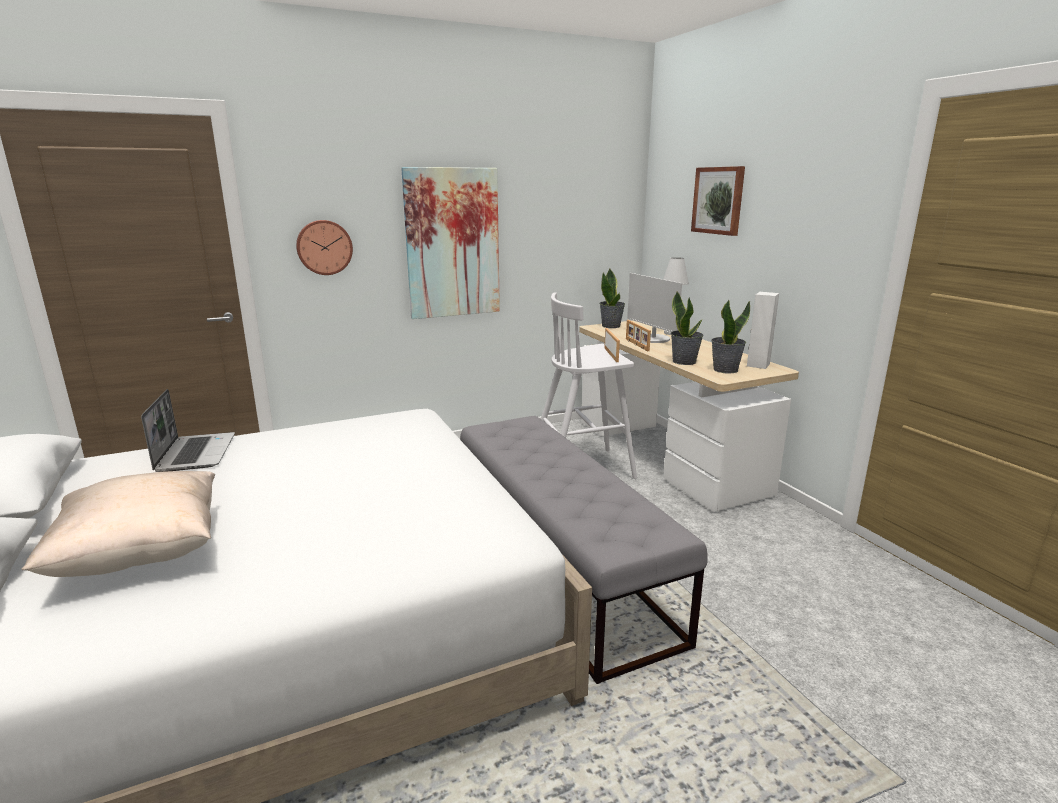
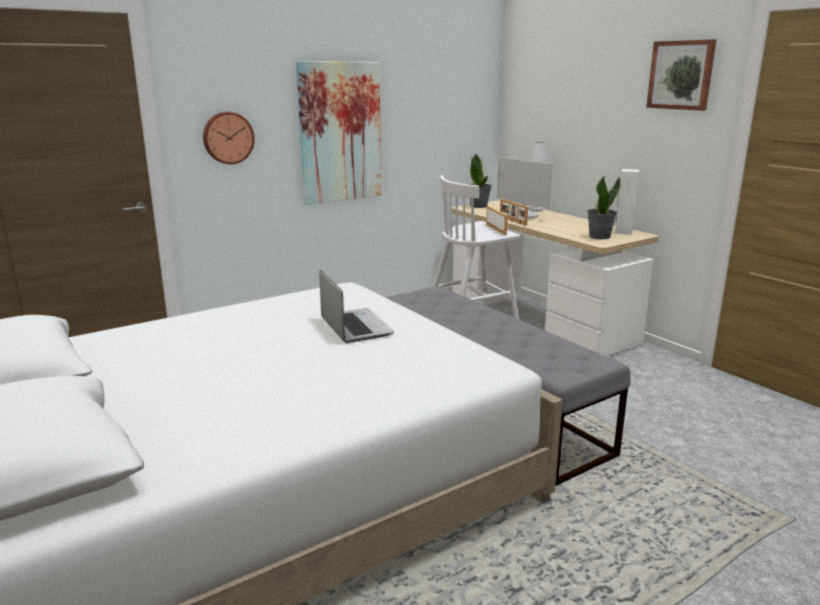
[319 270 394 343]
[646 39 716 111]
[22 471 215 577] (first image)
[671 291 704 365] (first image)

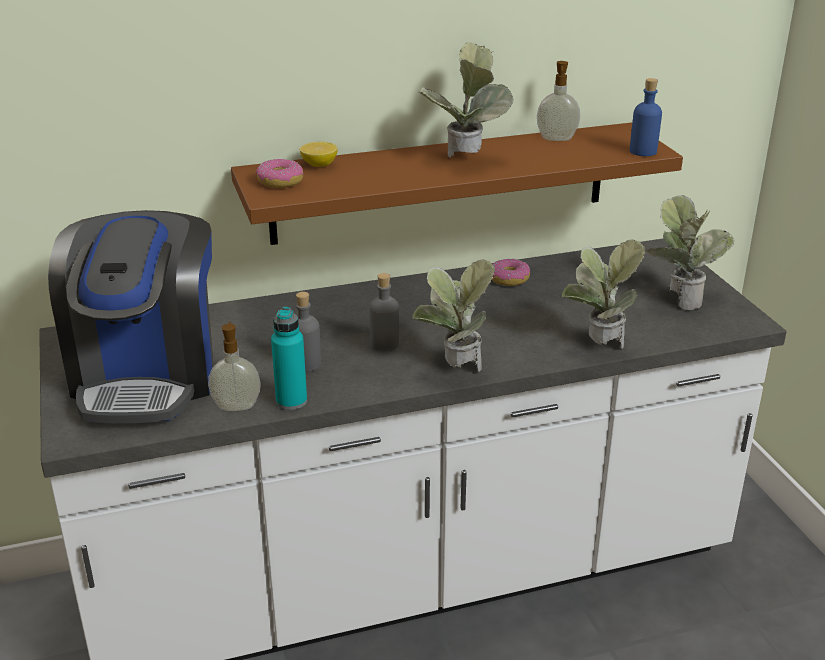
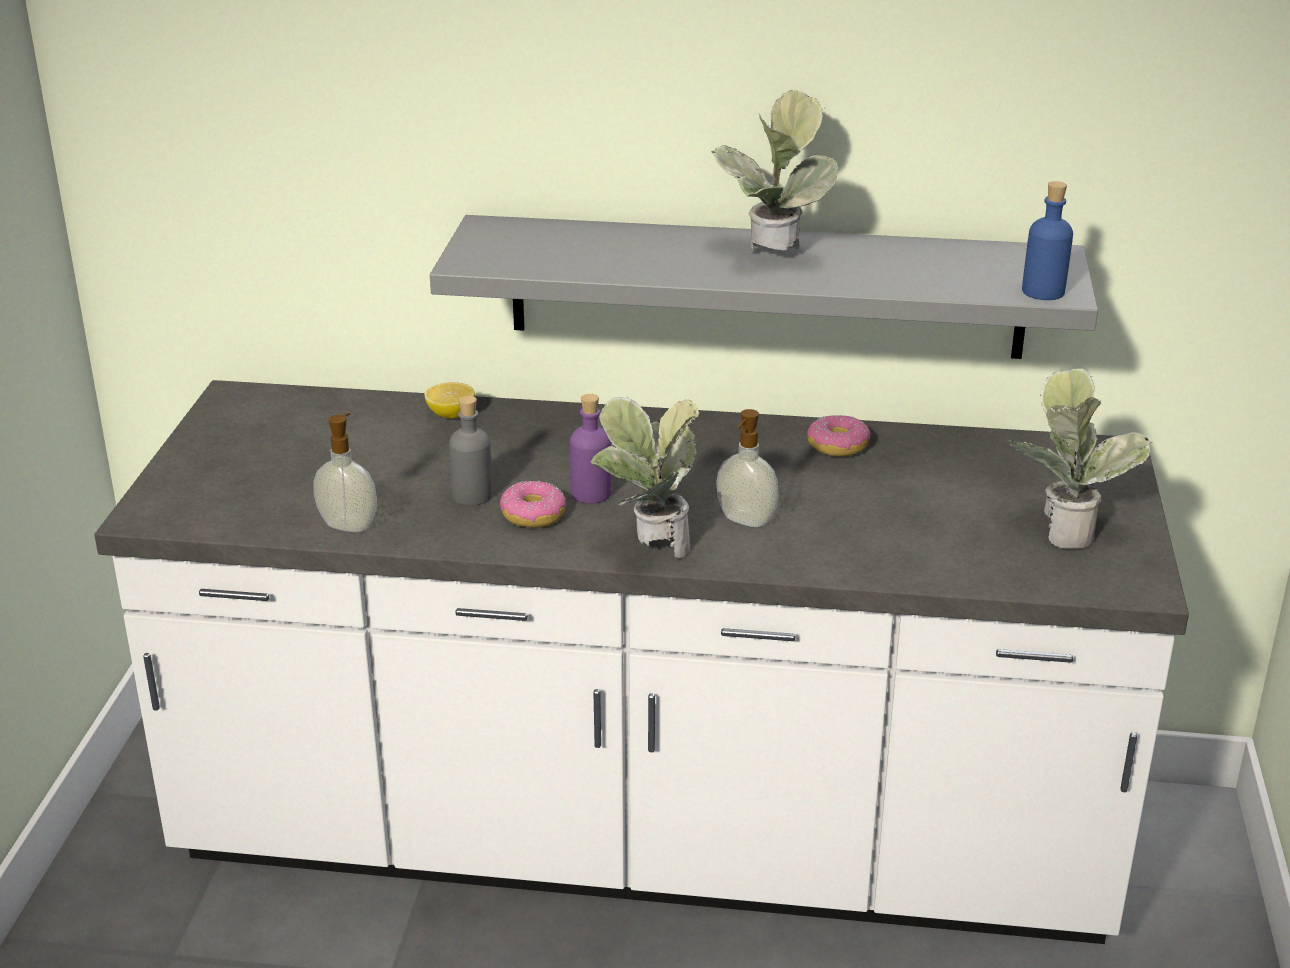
[424 382 475 418]
[430 215 1098 359]
[500 481 566 527]
[570 394 611 504]
[716 409 779 527]
[48 210 213 423] (first image)
[271 307 307 410] (first image)
[562 240 645 349] (first image)

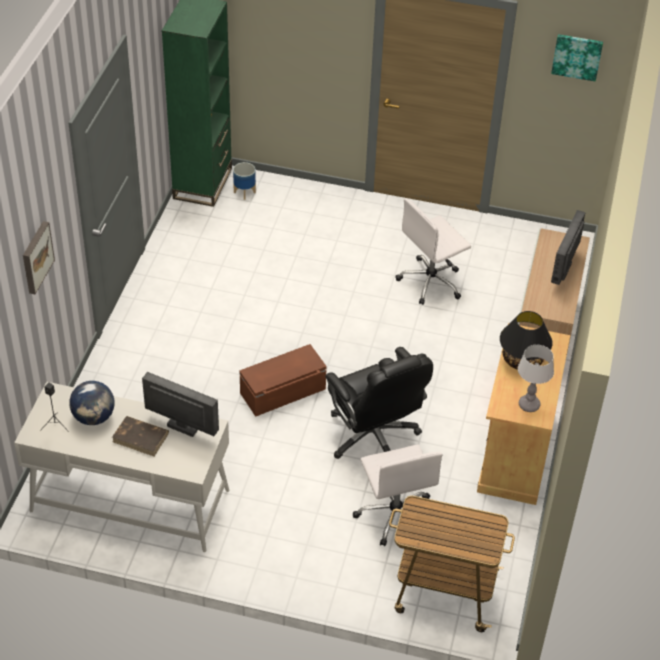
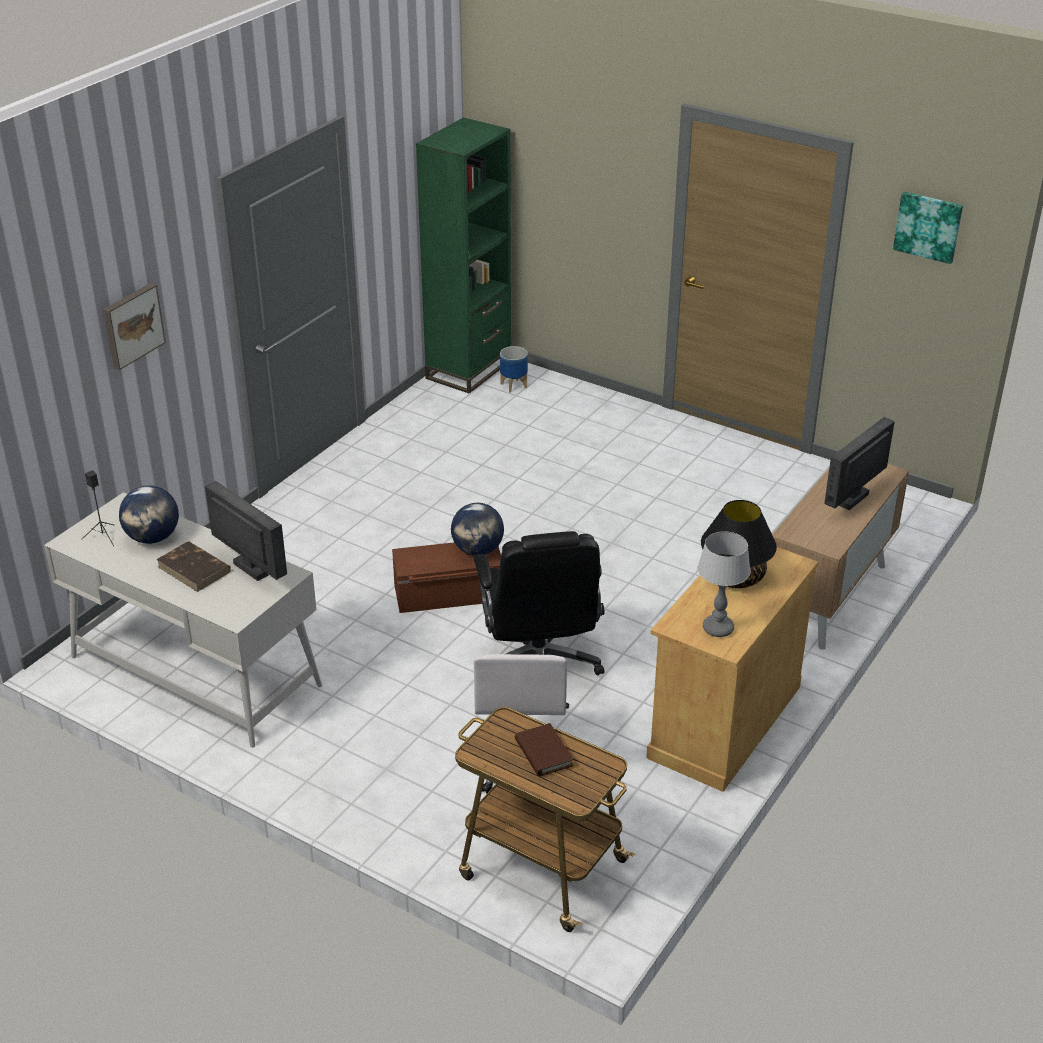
[451 503 504 556]
[515 723 573 777]
[395 199 471 305] (first image)

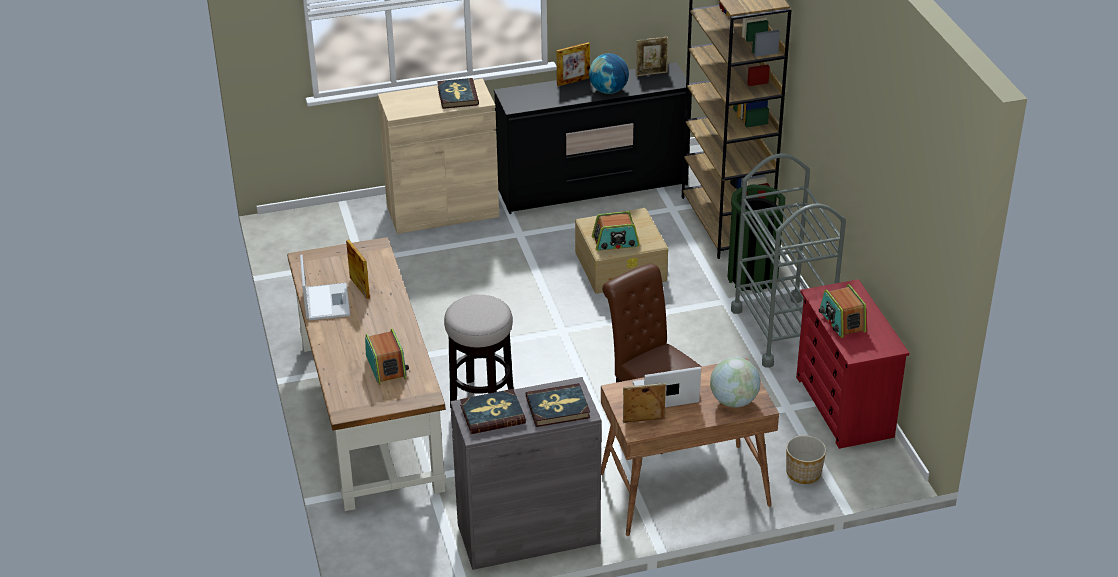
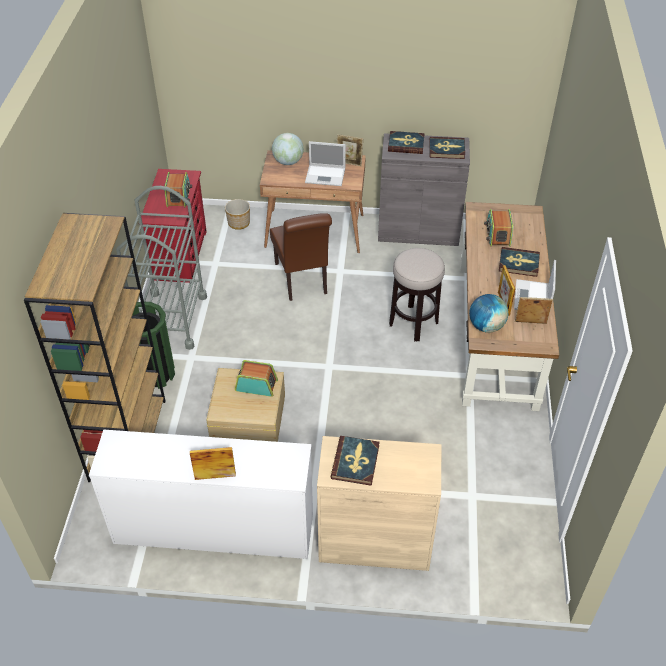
[89 429 313 559]
[469 294 508 333]
[499 247 540 277]
[515 297 553 324]

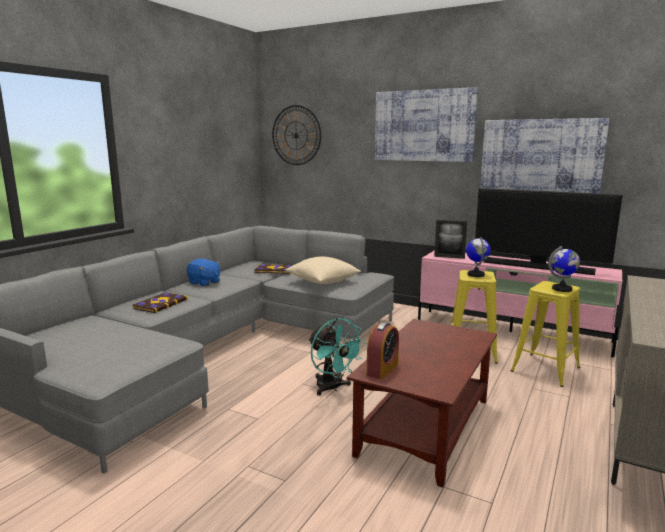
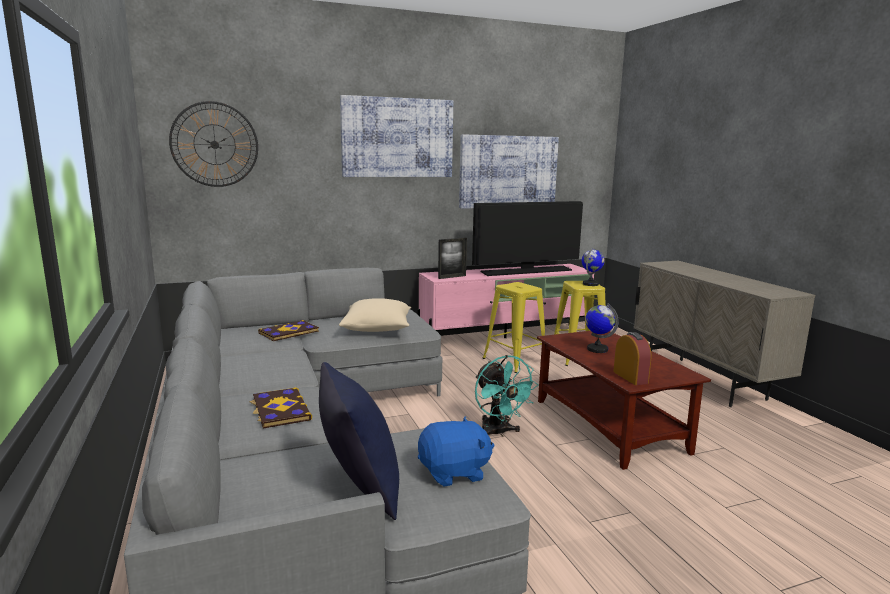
[319 362 399 520]
[418 417 494 487]
[475 355 539 436]
[585 303 619 353]

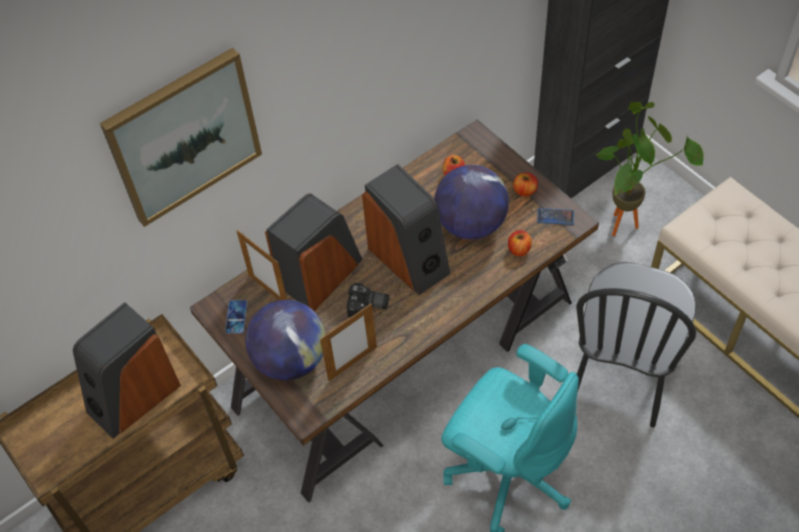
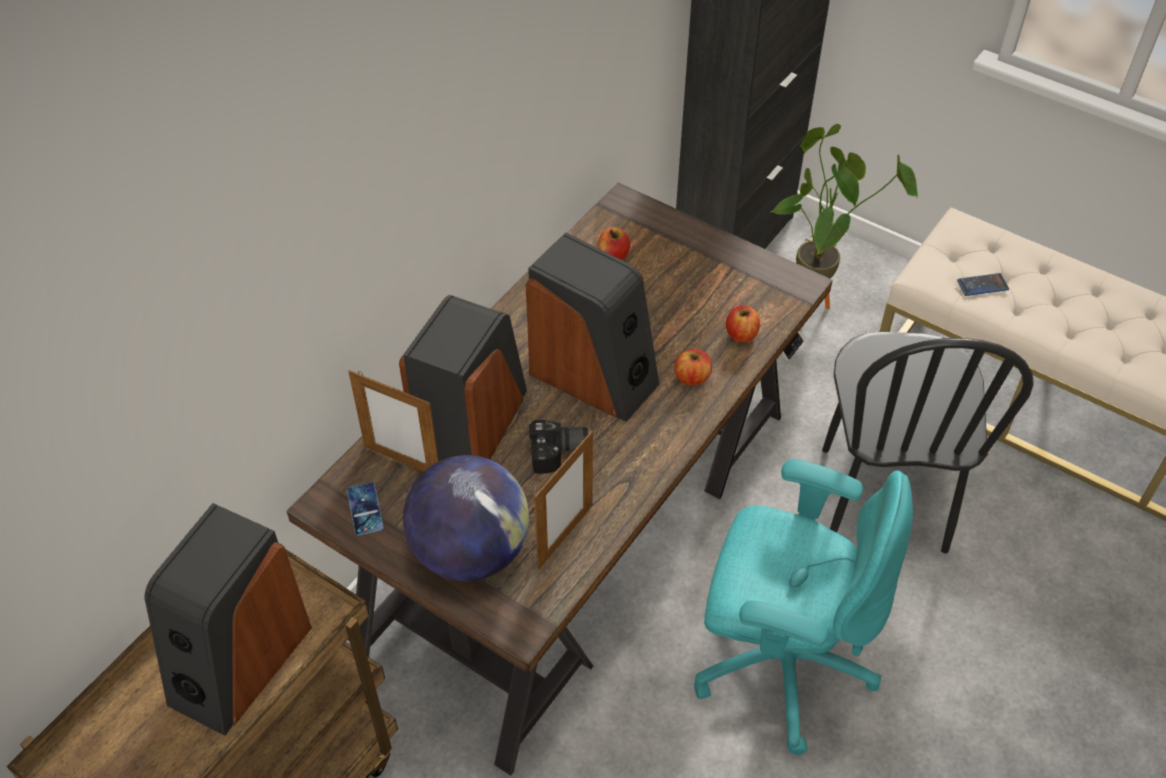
[674 349 712 386]
[957 273 1009 296]
[100 48 262 227] (first image)
[434 165 509 240] (first image)

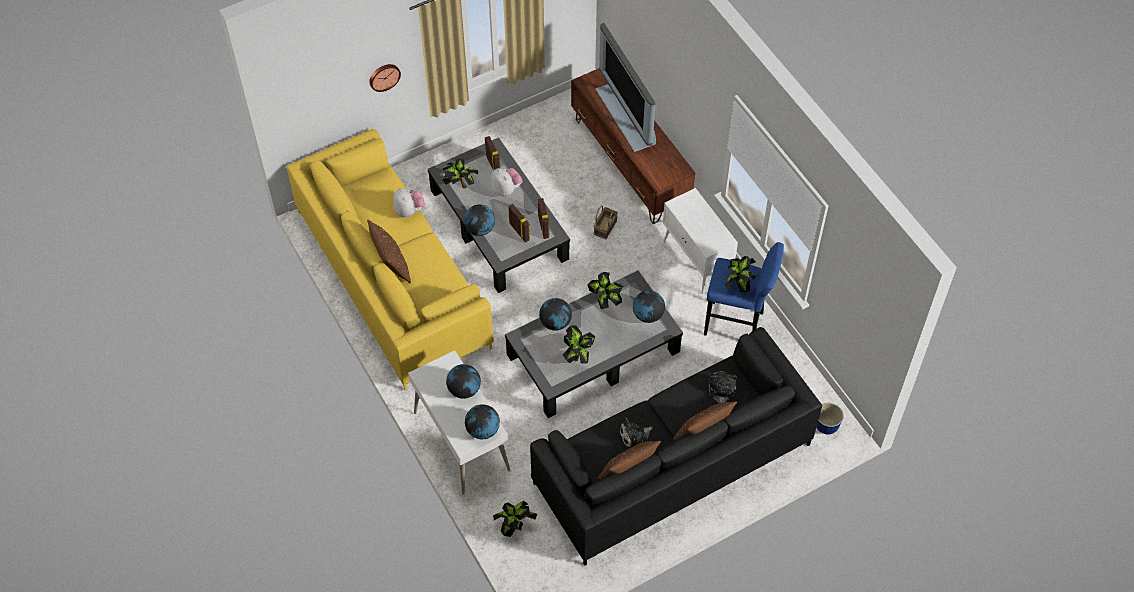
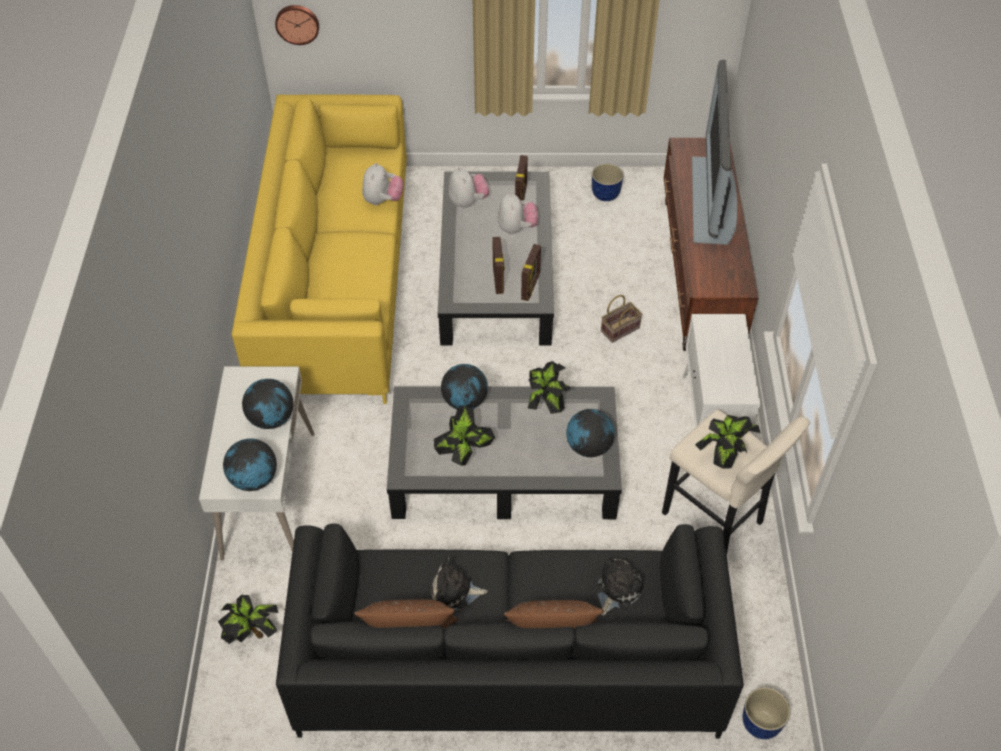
[275 5 319 45]
[449 167 489 208]
[592 164 624 201]
[662 409 810 555]
[367 220 411 283] (first image)
[464 205 495 236] (first image)

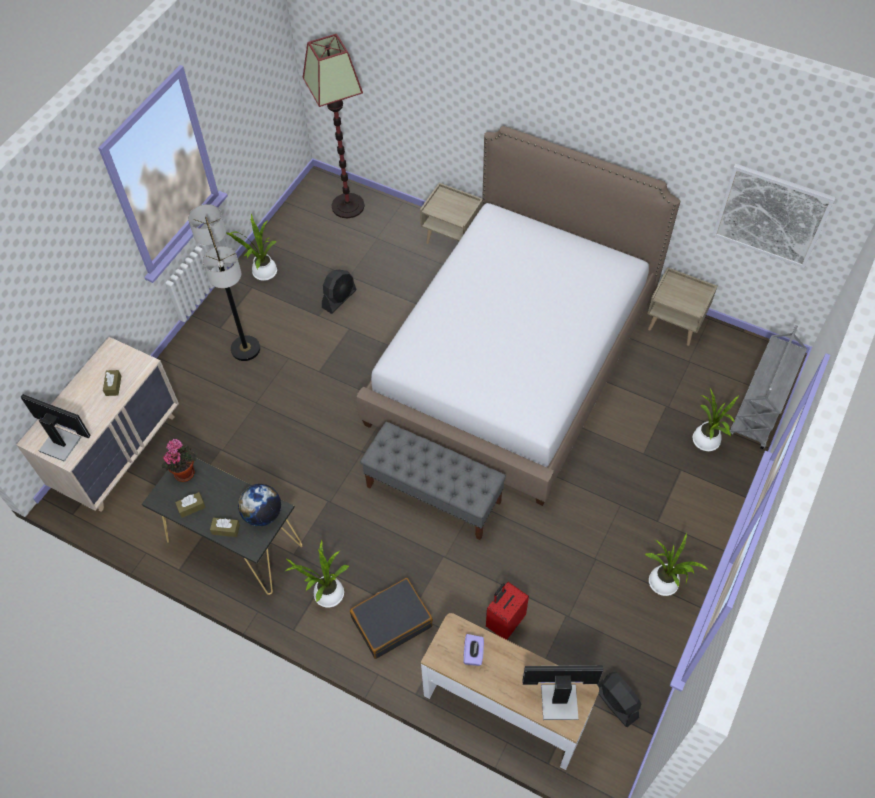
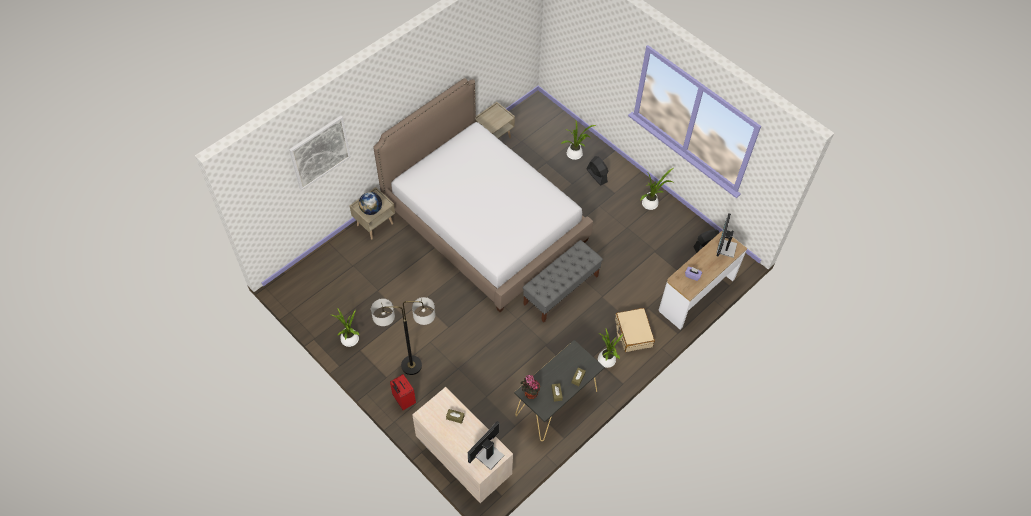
[289 116 350 190]
[359 192 382 215]
[390 374 416 410]
[587 156 608 185]
[615 308 655 352]
[303 34 365 218] (first image)
[729 325 807 449] (first image)

